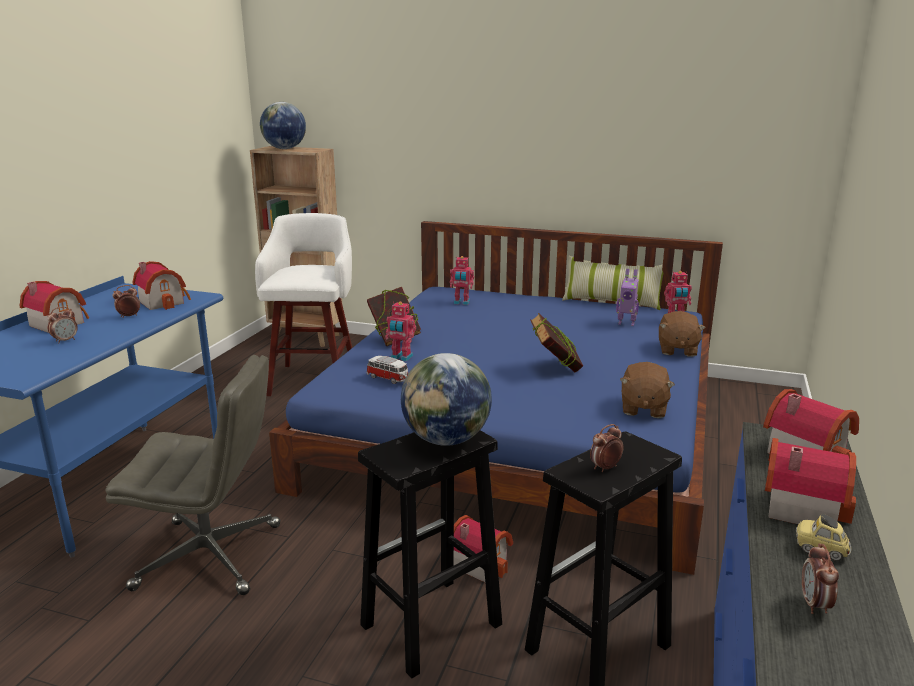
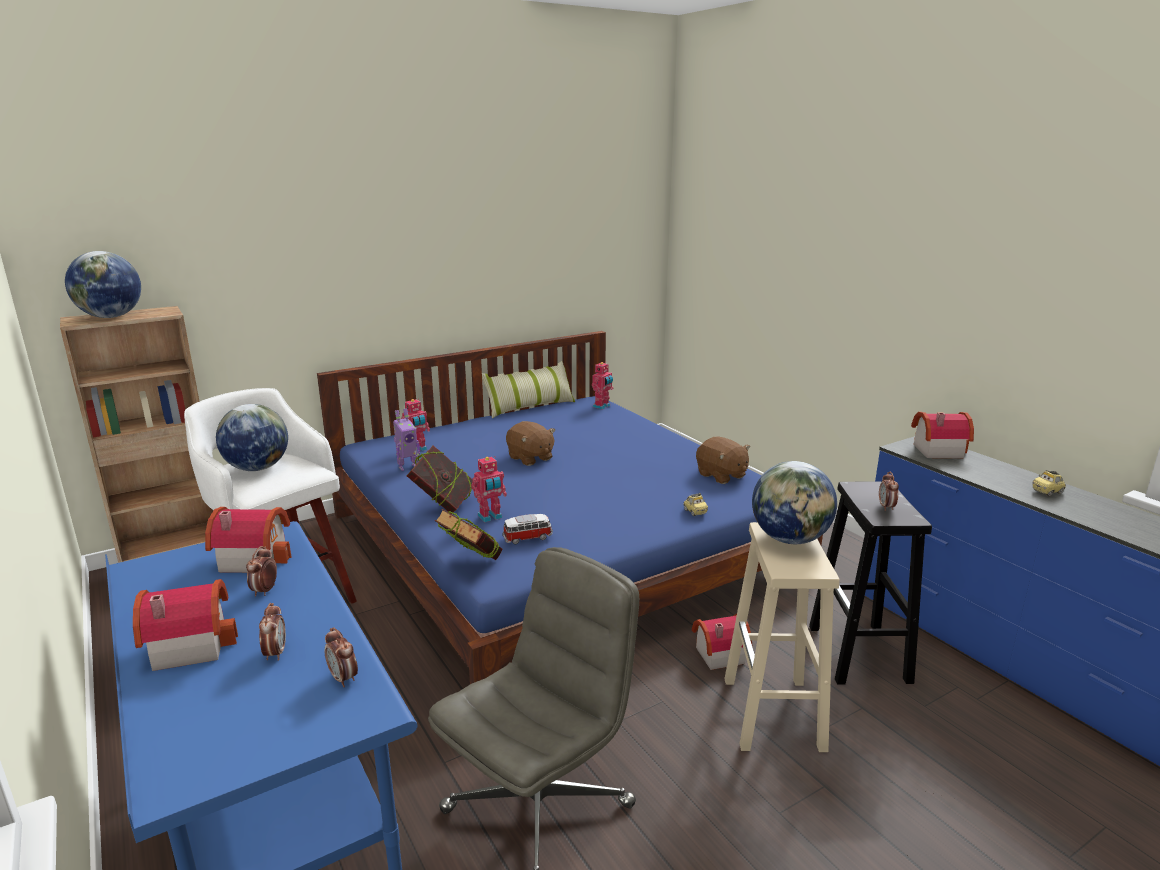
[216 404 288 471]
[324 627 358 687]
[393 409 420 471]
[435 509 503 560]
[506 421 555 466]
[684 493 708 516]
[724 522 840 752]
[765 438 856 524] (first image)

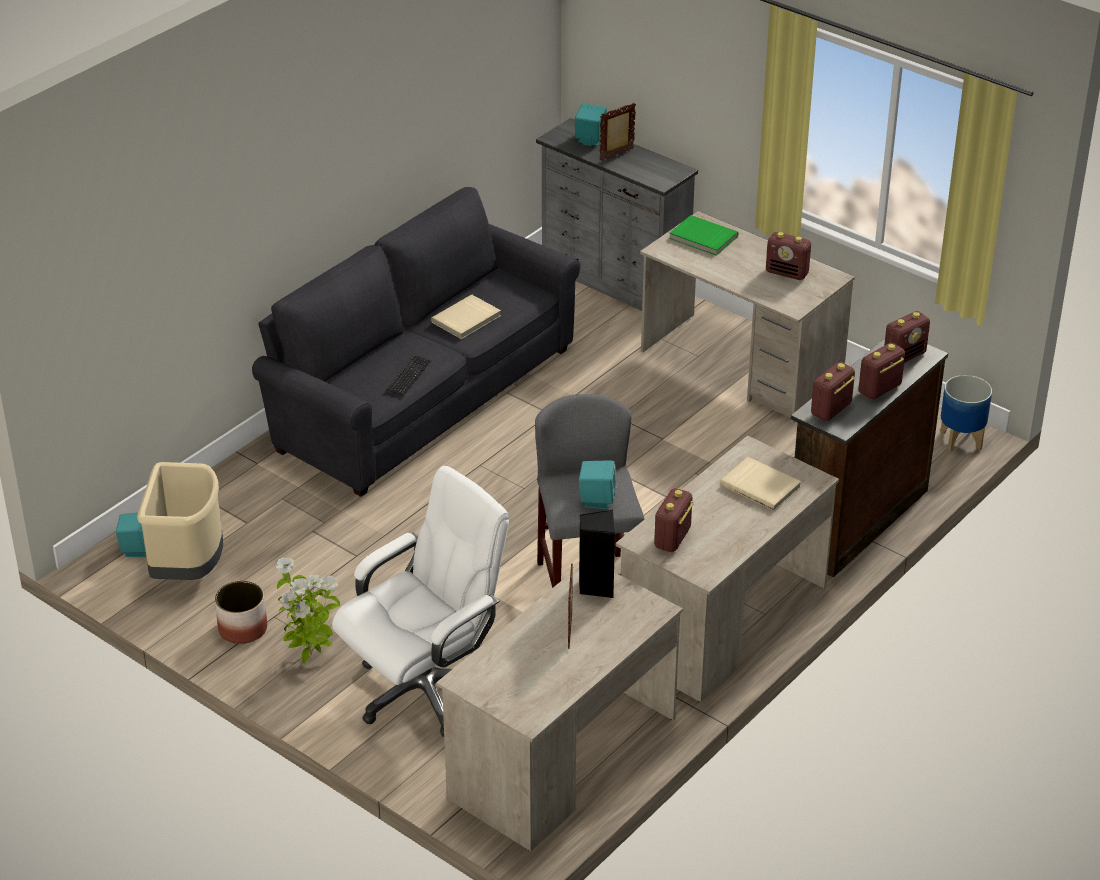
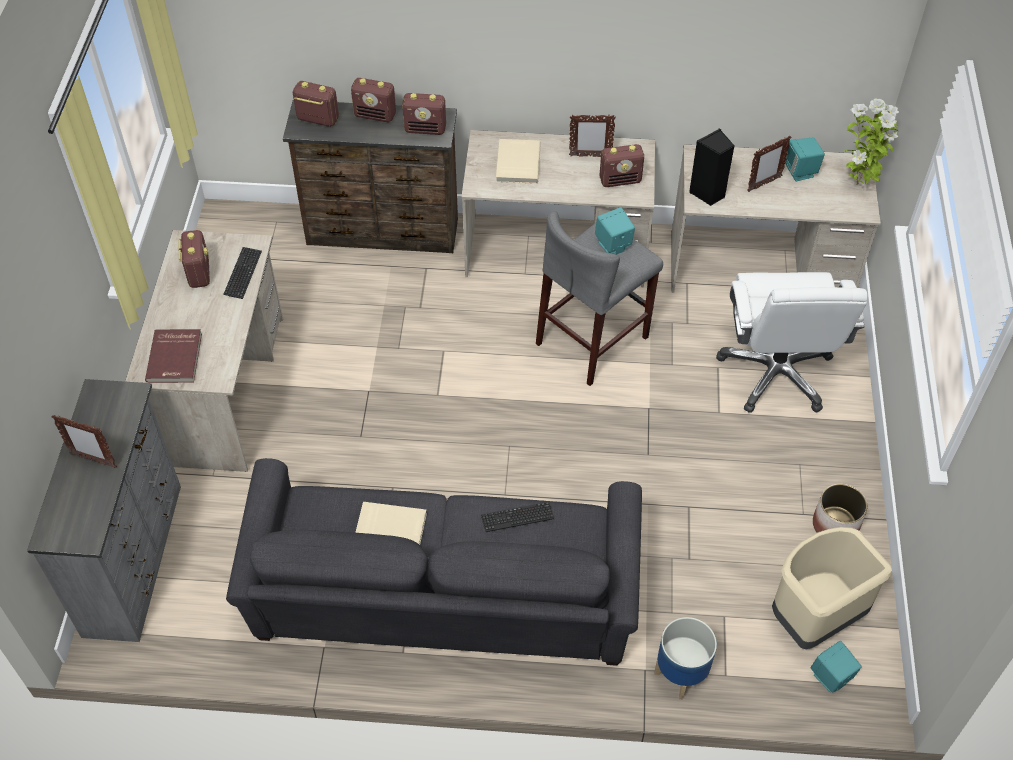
[145 329 202 383]
[223 247 262 299]
[569 114 616 157]
[655 617 717 700]
[716 272 868 413]
[785 138 825 181]
[845 98 899 185]

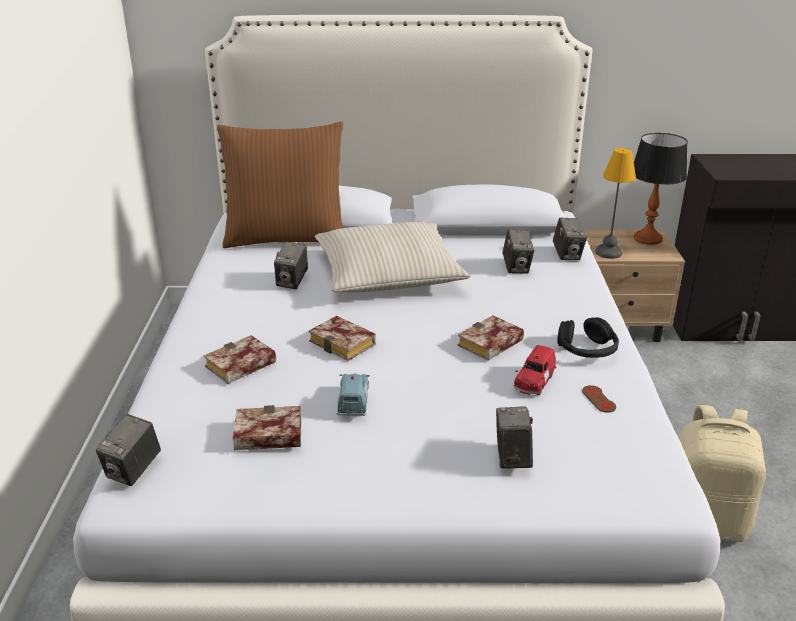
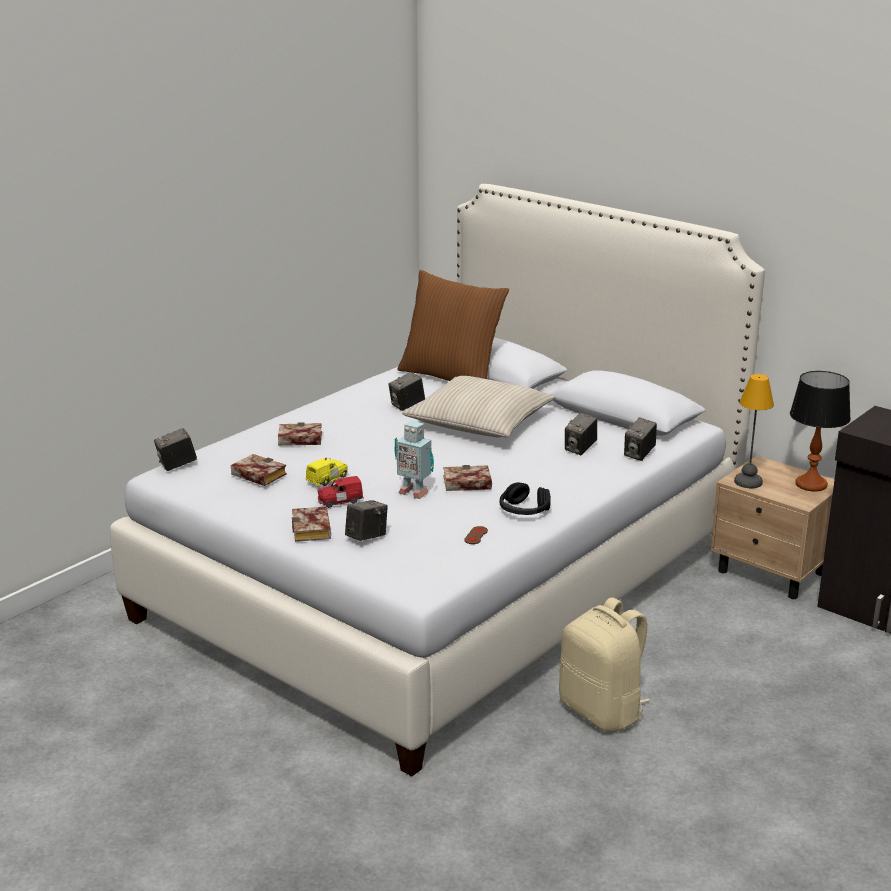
[292 507 331 542]
[305 458 348 486]
[318 476 363 508]
[394 421 434 499]

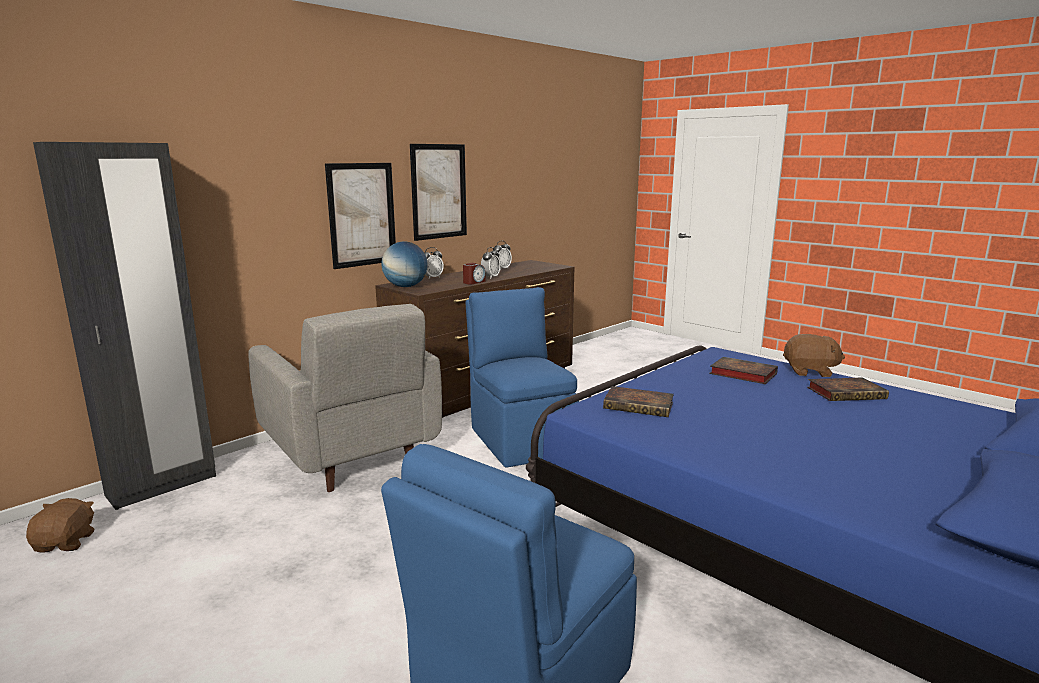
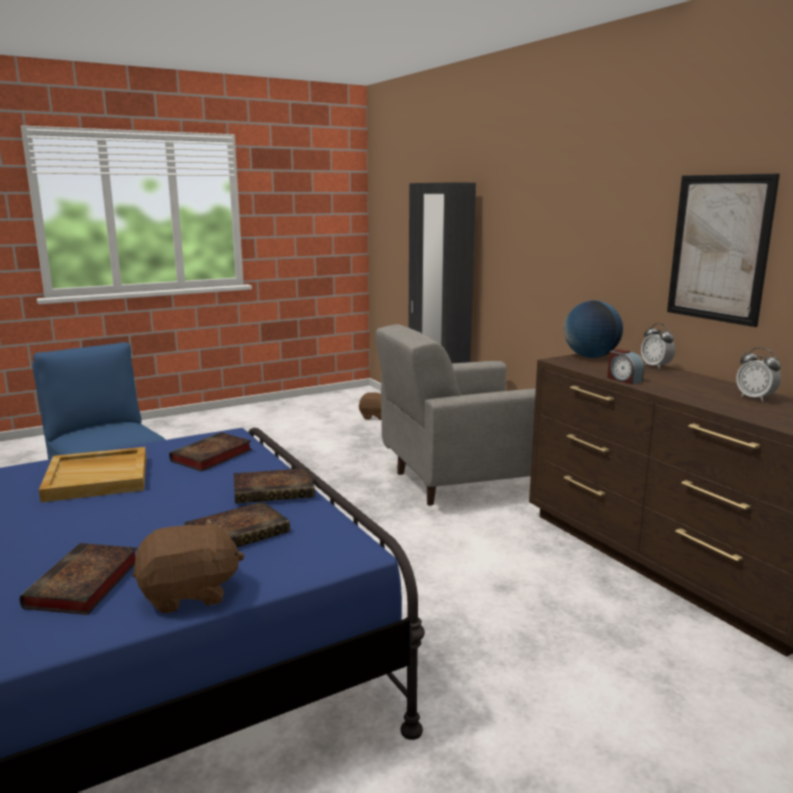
[39 447 146 502]
[132 518 244 613]
[234 468 315 504]
[325 163 396 269] (first image)
[466 287 579 467] (first image)
[481 247 500 279] (first image)

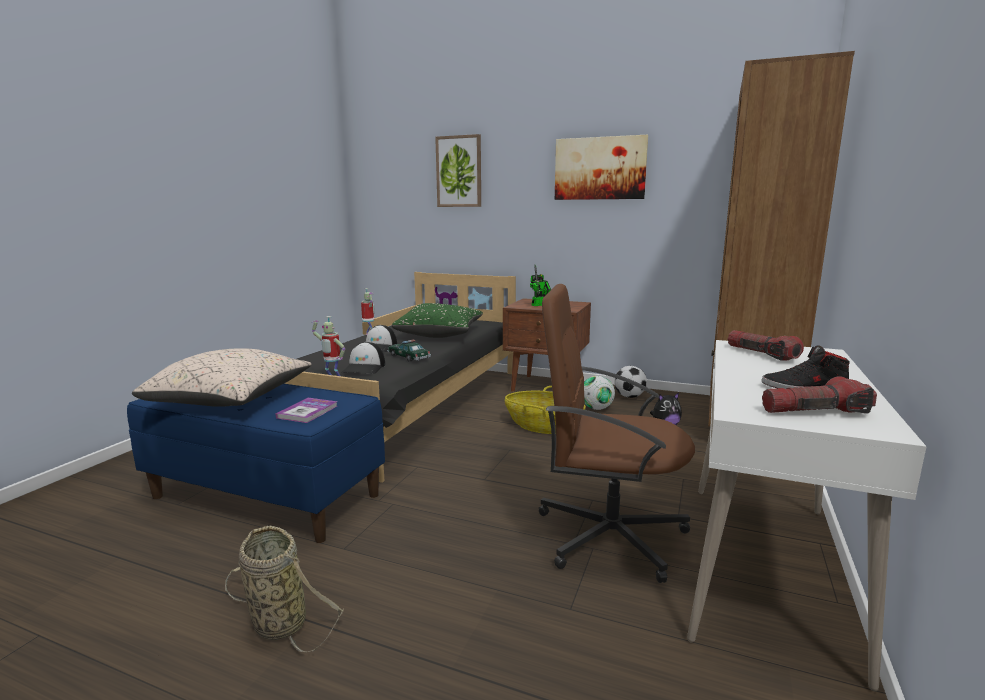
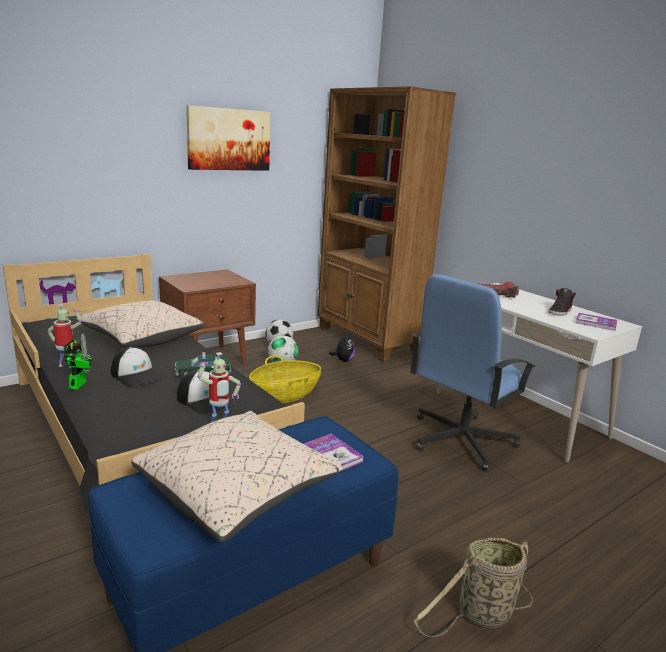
[64 334 93 389]
[77 300 204 348]
[410 274 536 471]
[575 313 617 331]
[435 134 481 207] (first image)

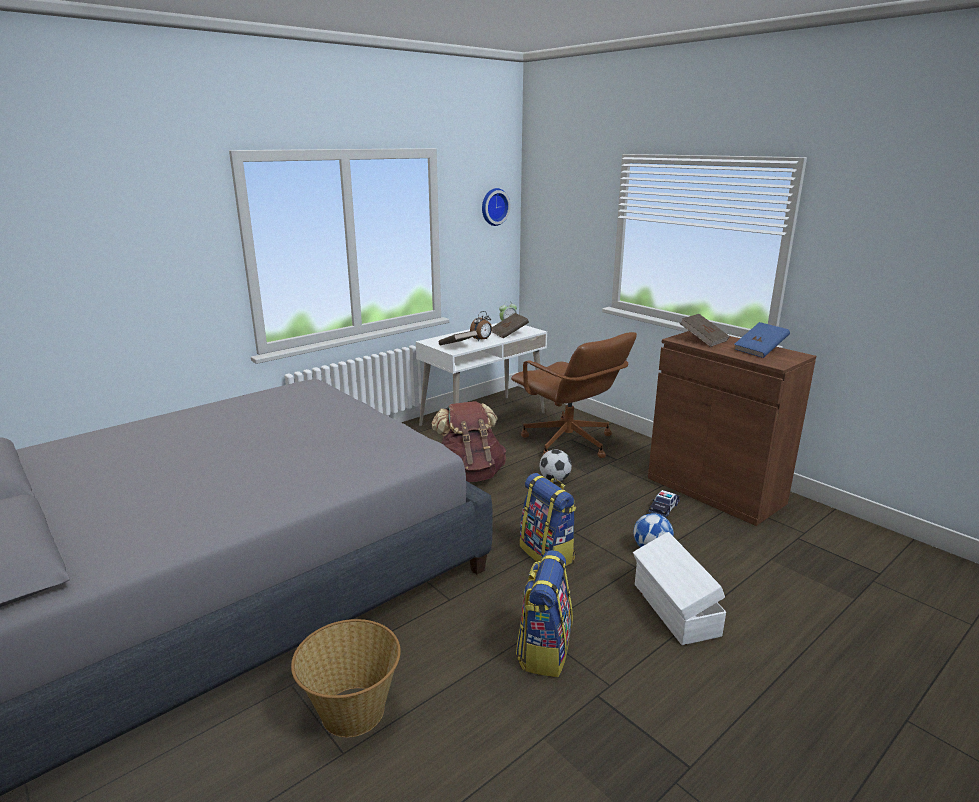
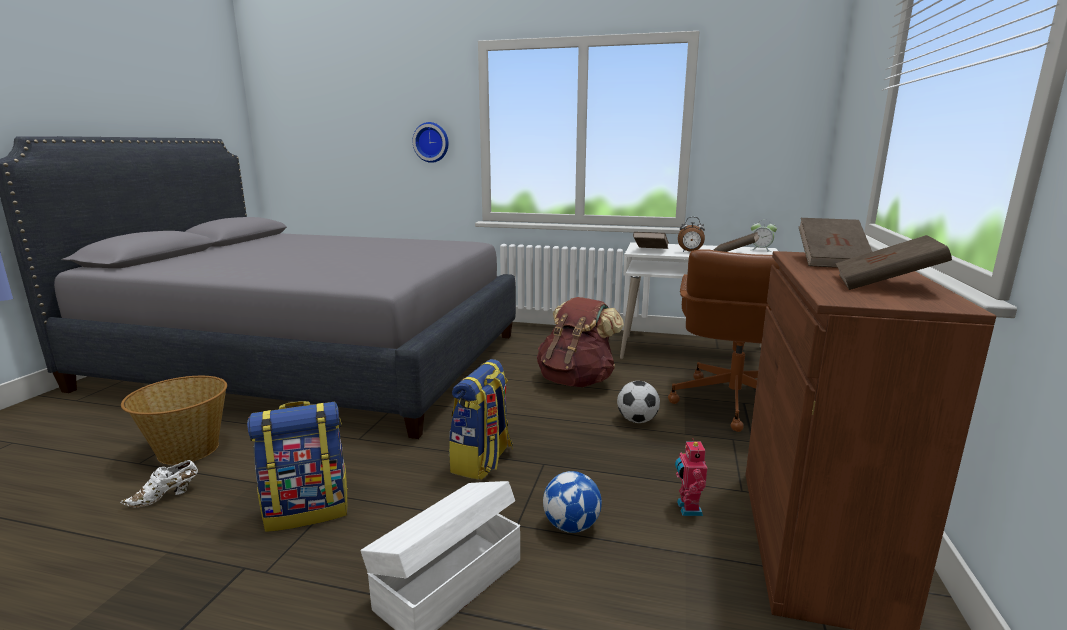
[120 460 198 507]
[413 122 449 163]
[675 438 707 516]
[835 235 952 290]

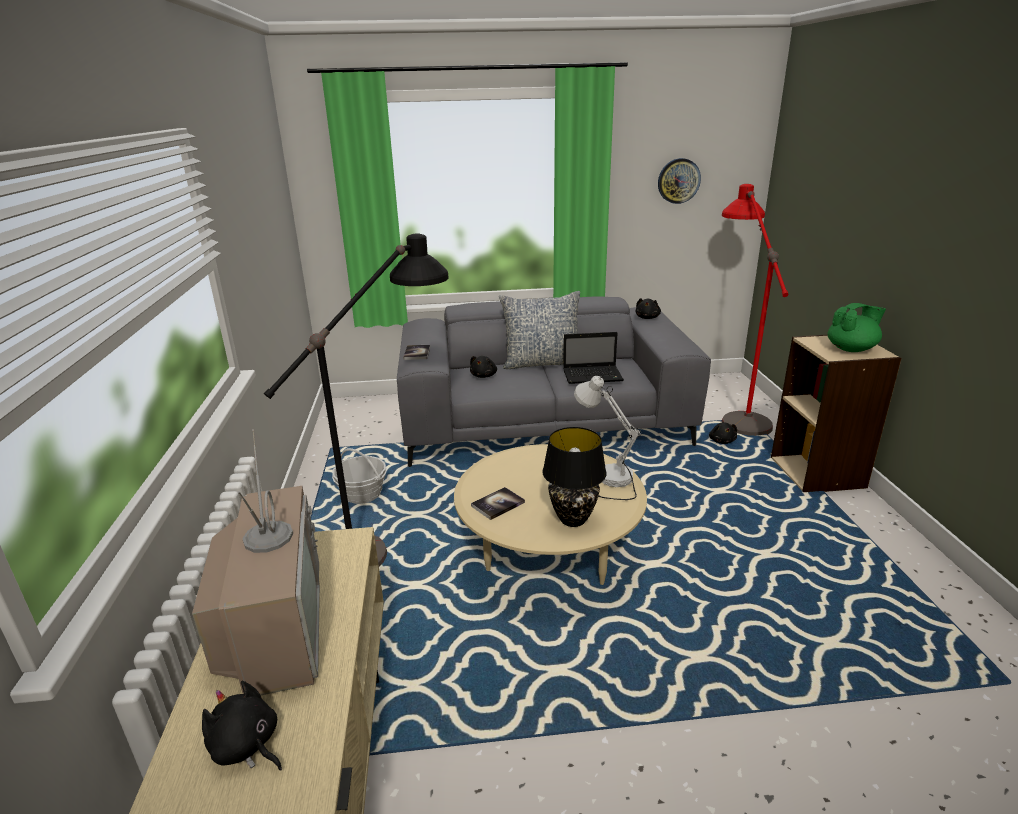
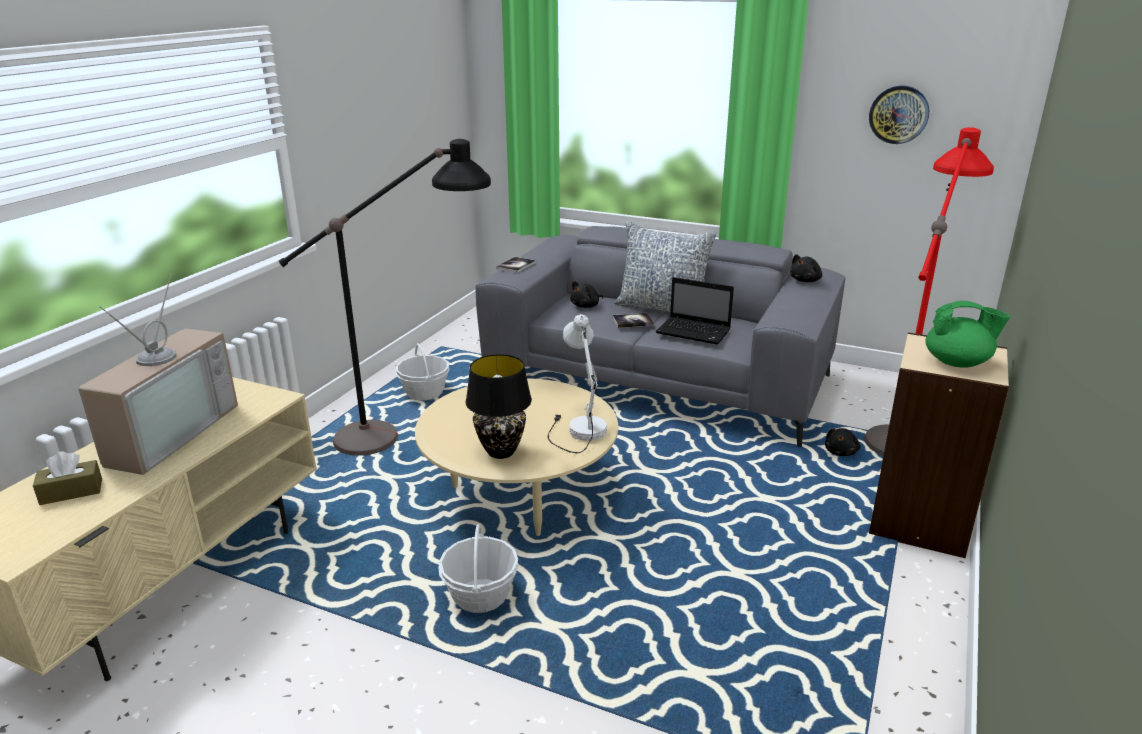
[33 451 102 505]
[438 524 518 613]
[613 313 654 328]

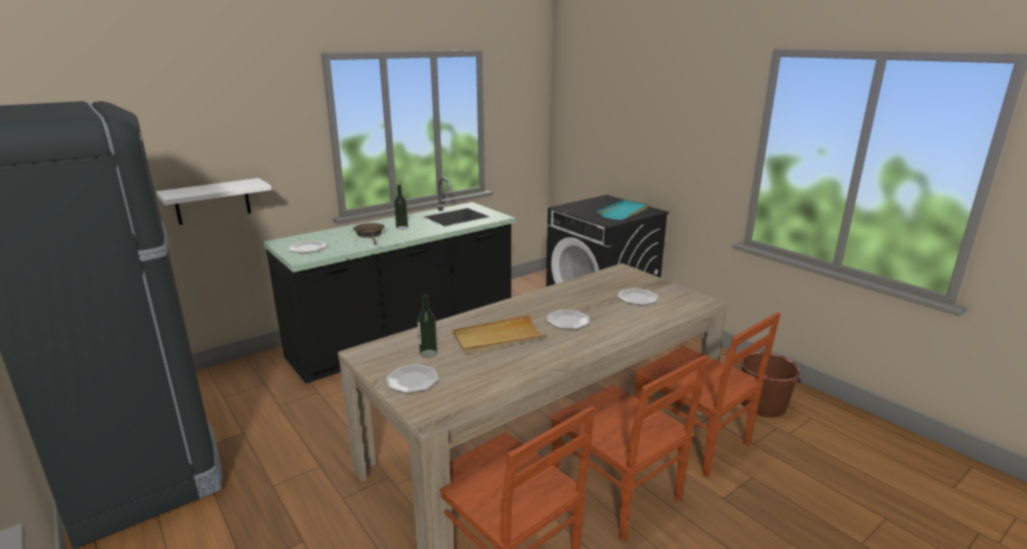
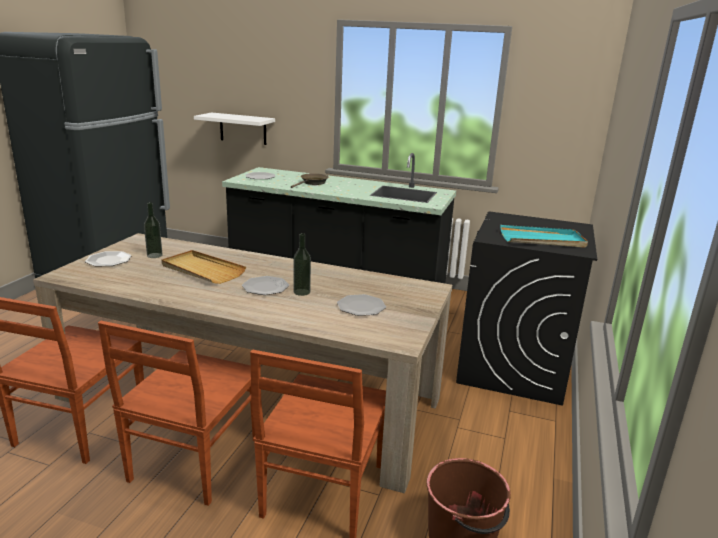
[294 233 311 296]

